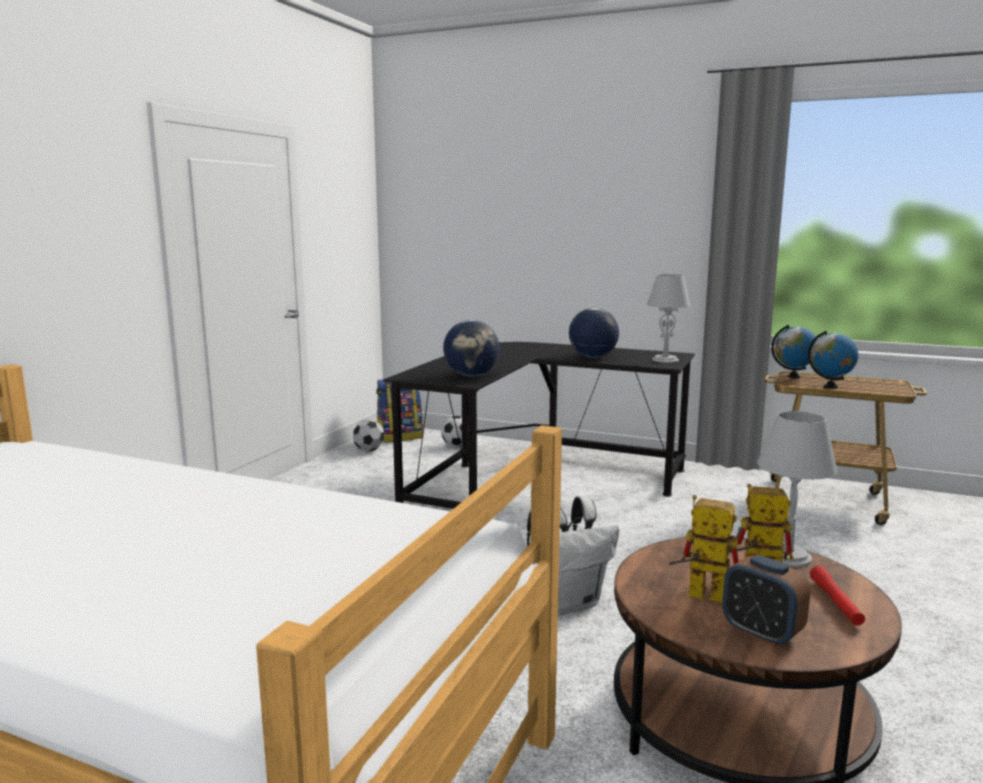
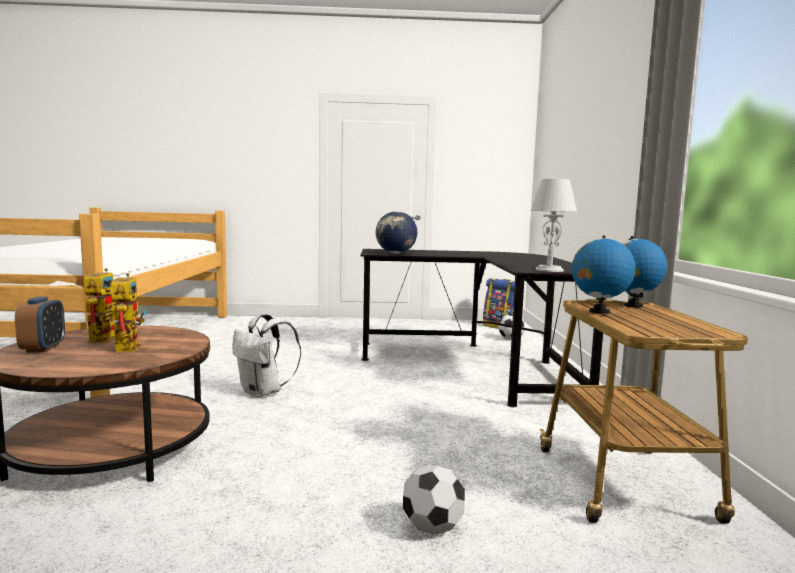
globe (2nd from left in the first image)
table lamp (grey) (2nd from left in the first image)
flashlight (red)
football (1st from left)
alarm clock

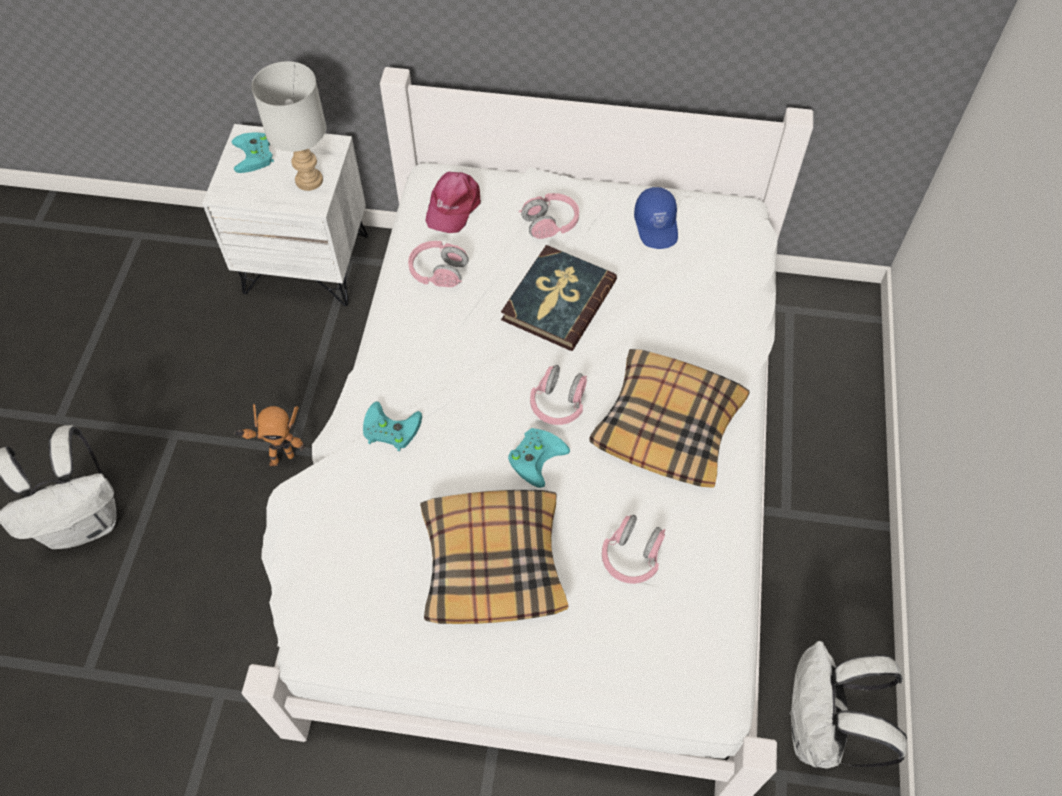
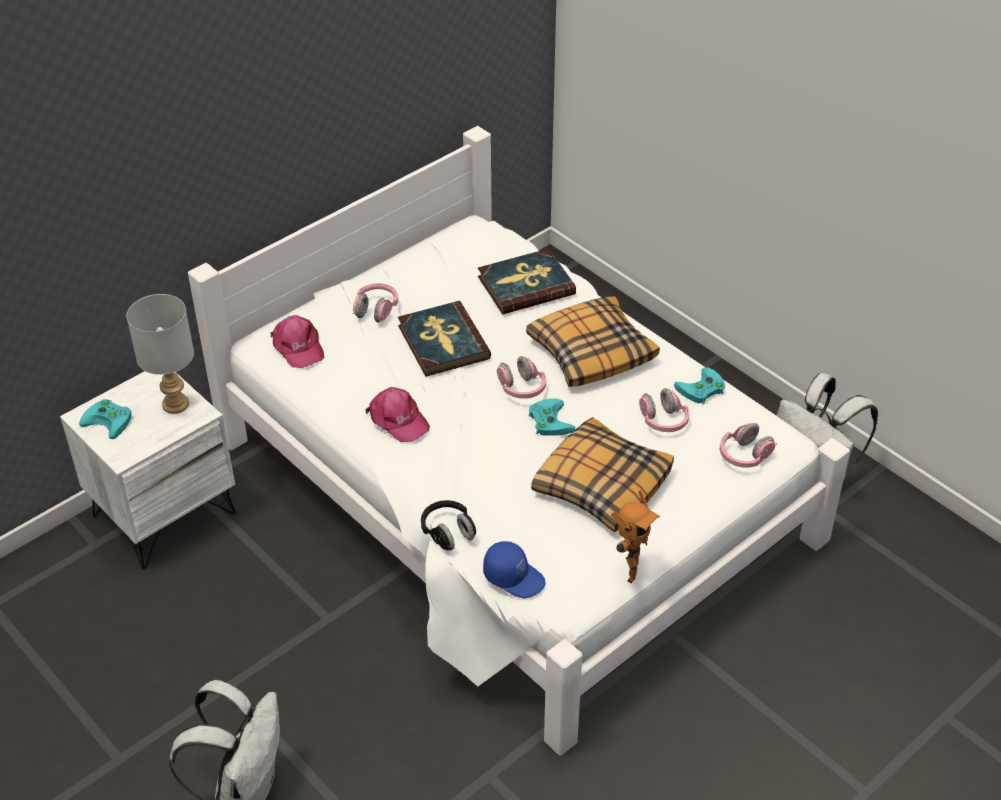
cap (pink) (2nd from left)
headphones (black)
book (2nd from left)
toy robot
game controller (turquoise) (3rd from left)
headphones (pink) (4th from left)
cap (blue)

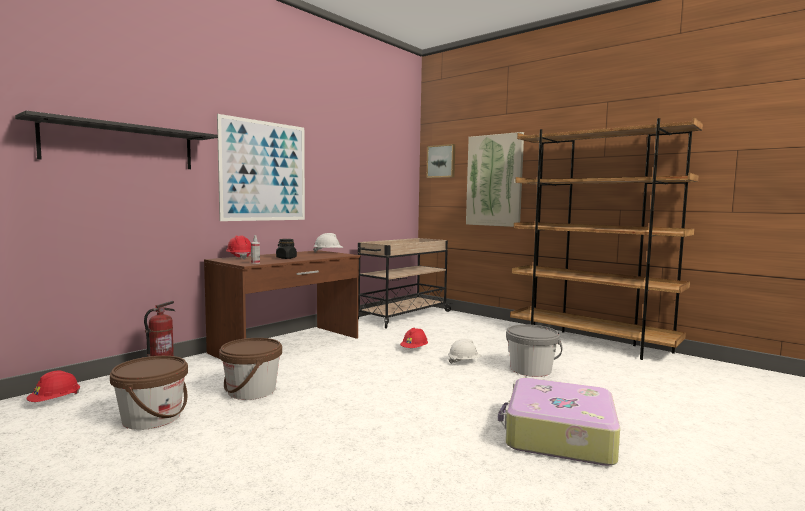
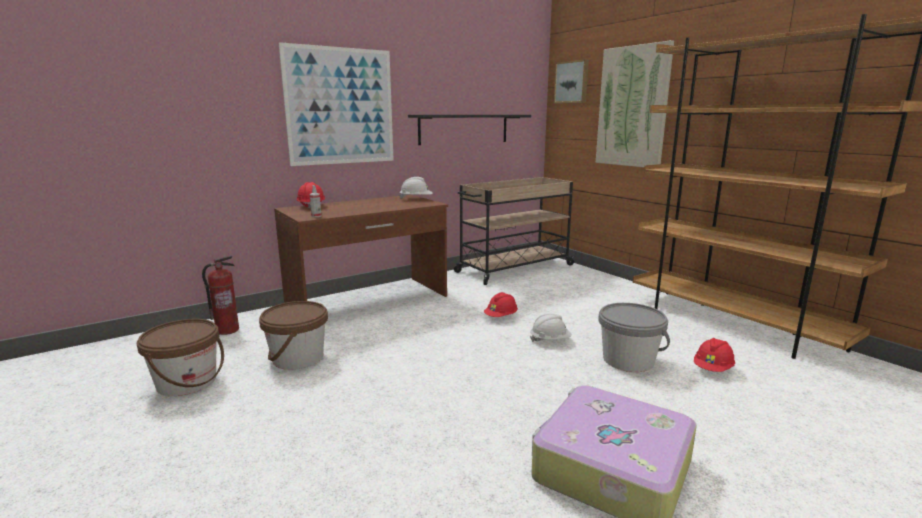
jar (black)
shelf (black)
hard hat (red) (3rd from left)

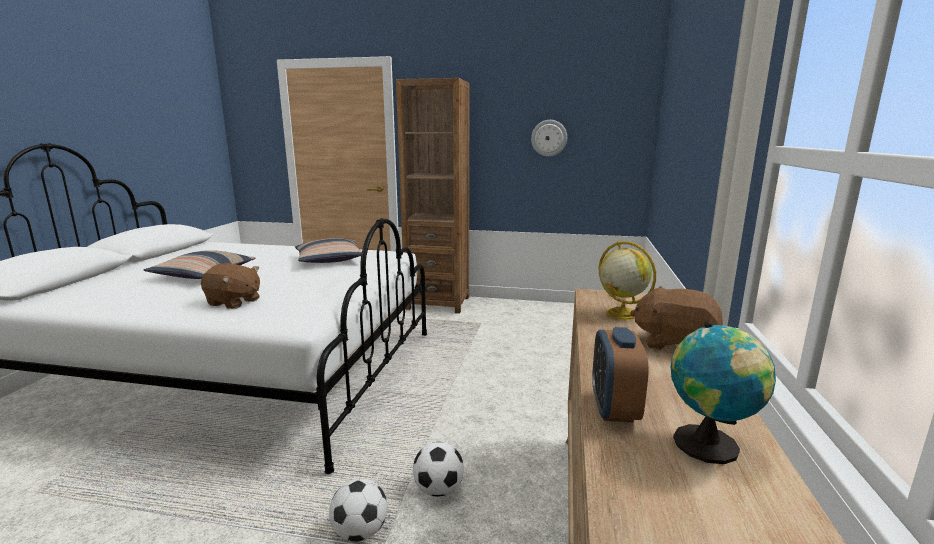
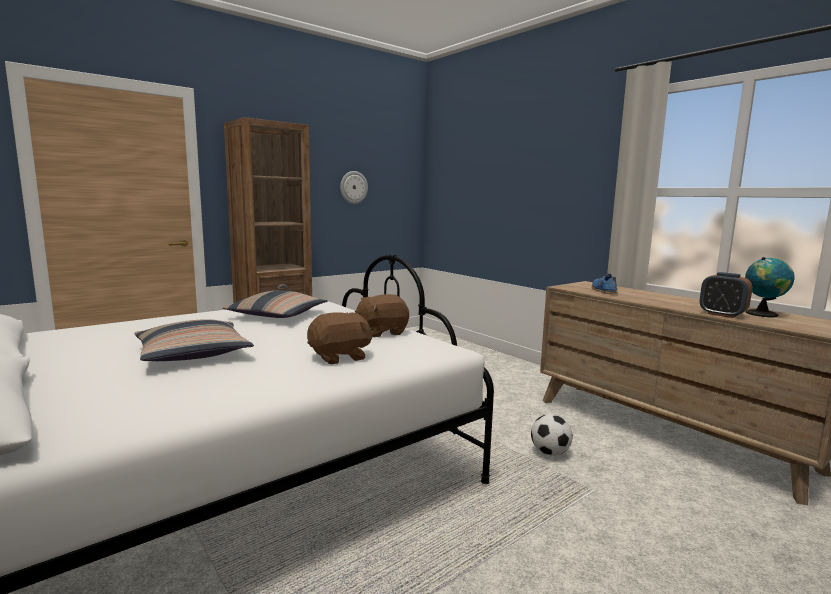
football (1st from left in the first image)
plush toy (brown) (2nd from left)
shoe (blue)

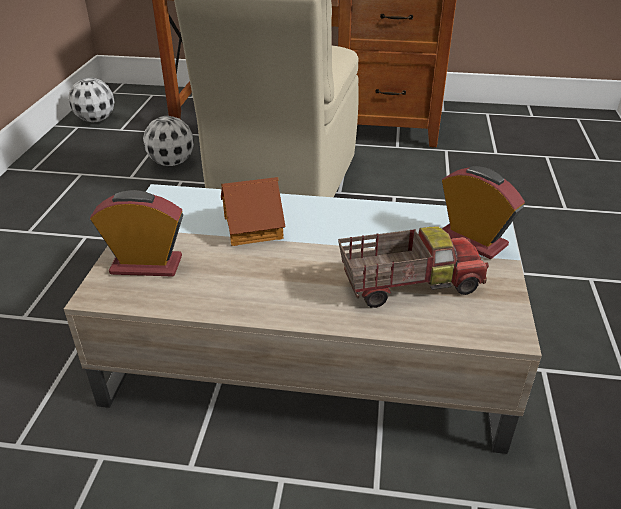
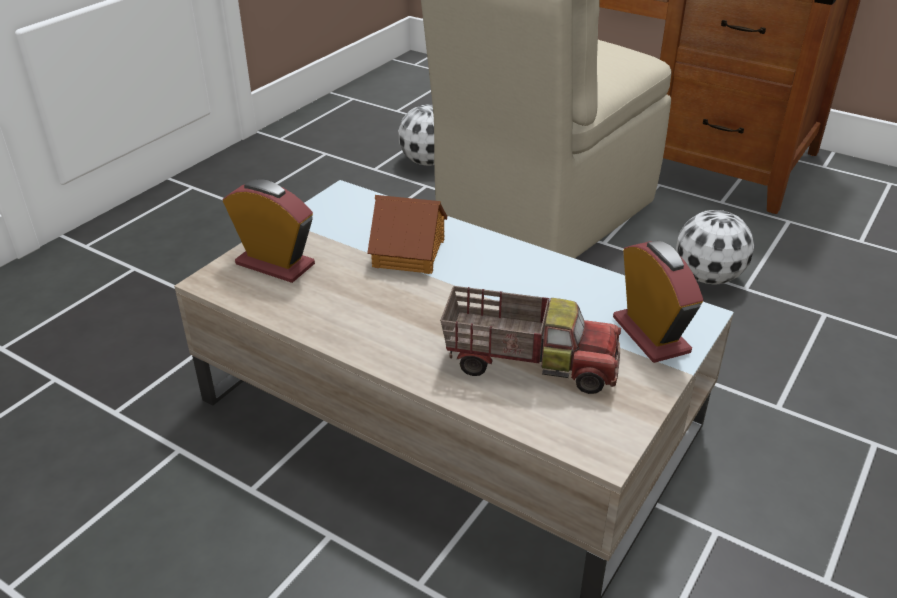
football (2nd from left)

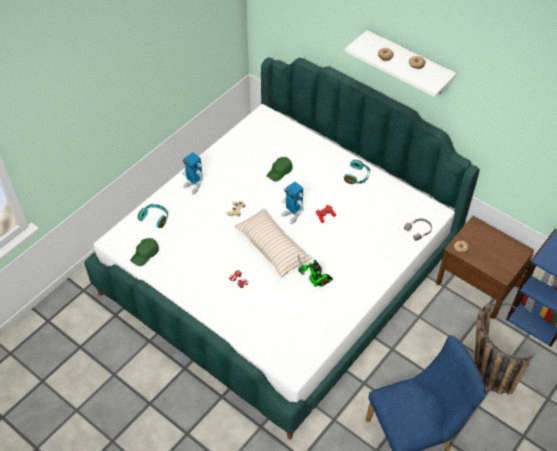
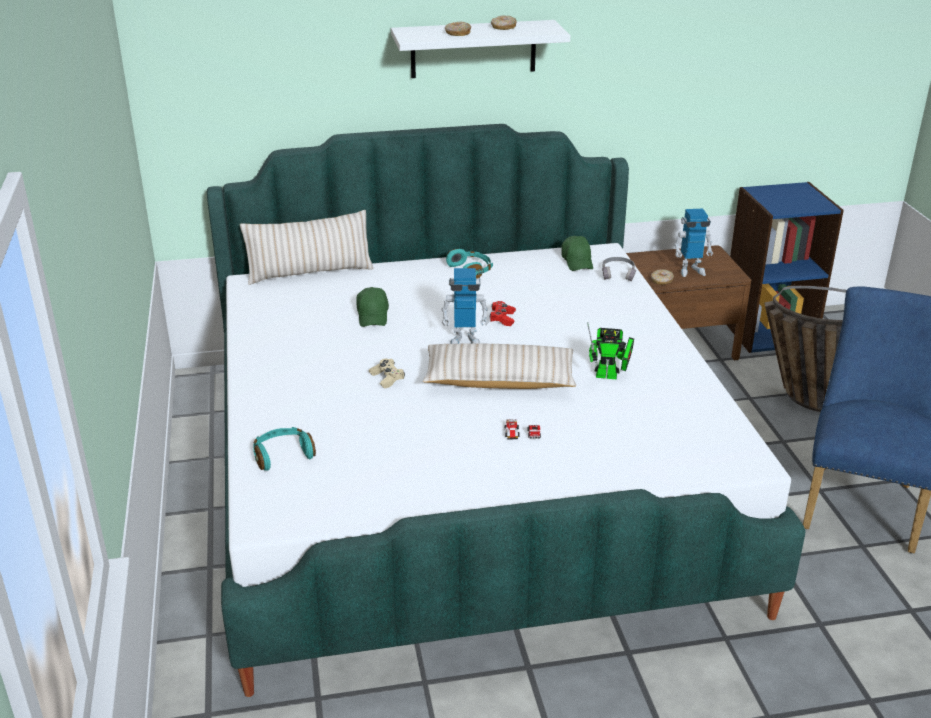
pillow (beige) (1st from left)
cap (green) (2nd from left)
toy robot (3rd from left)

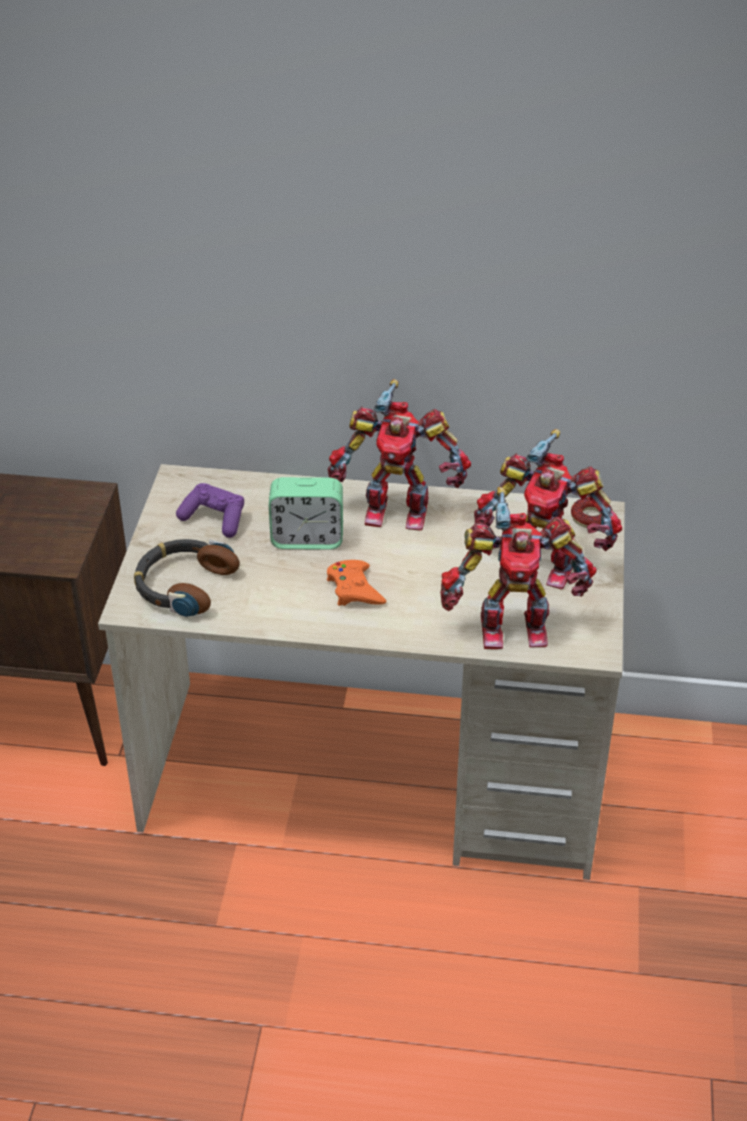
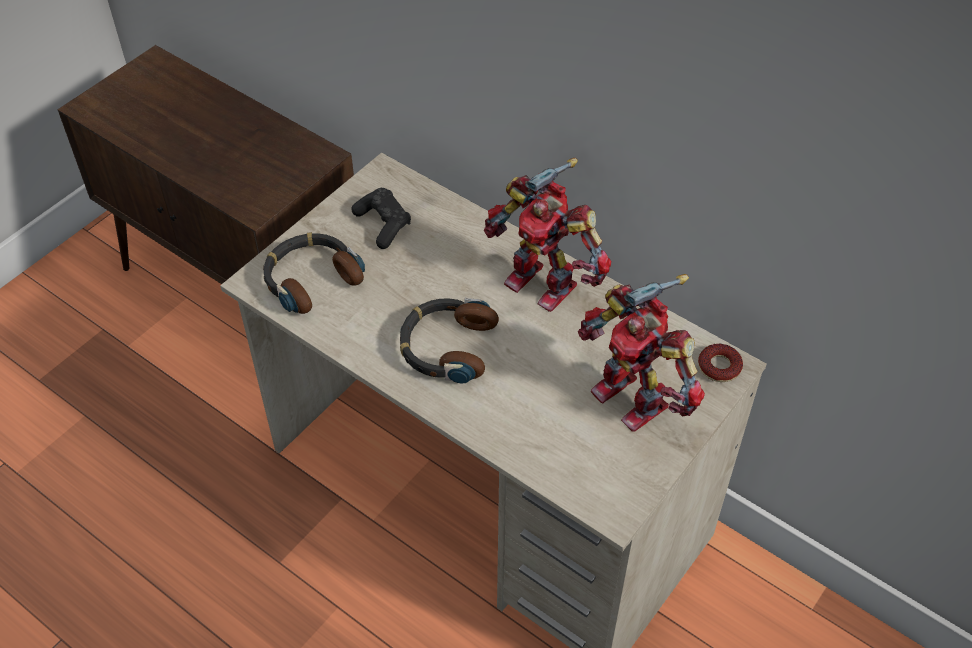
alarm clock
toy robot (2nd from left in the first image)
headphones (2nd from left)
game controller (black)

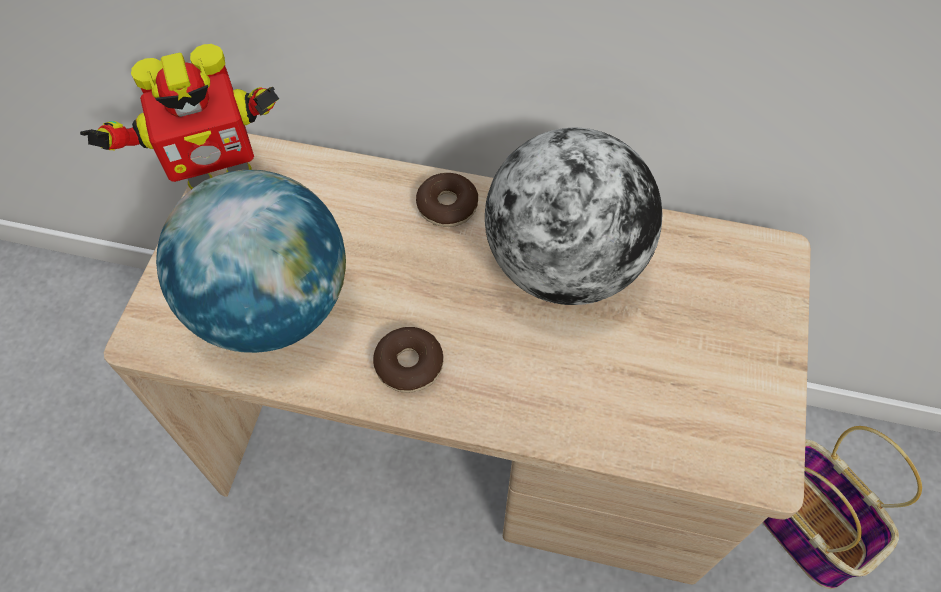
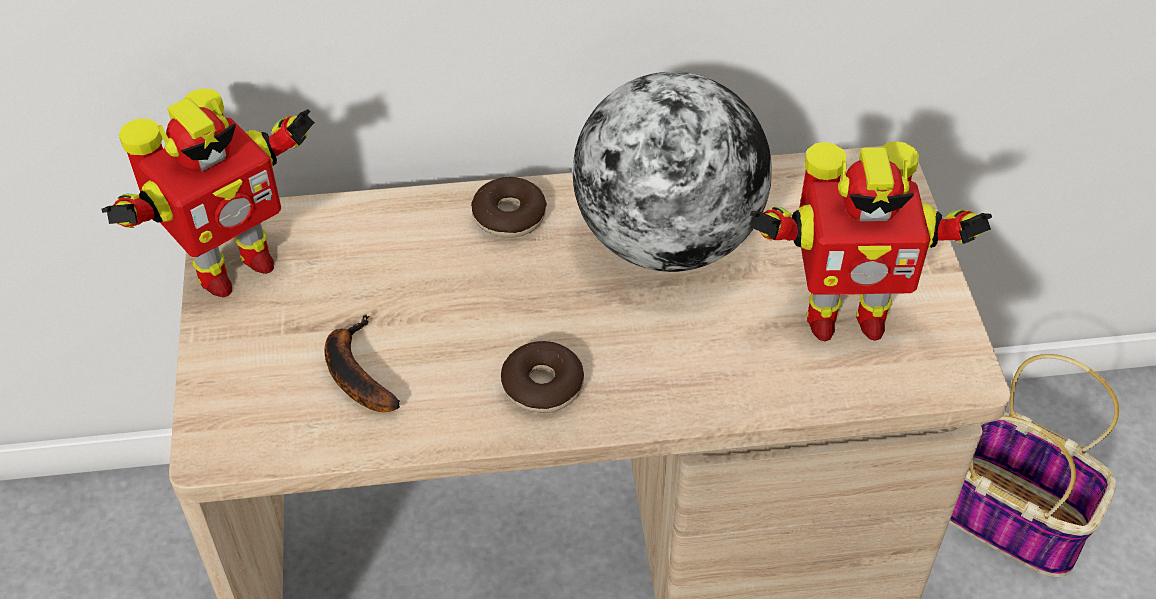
toy robot (2nd from left)
banana

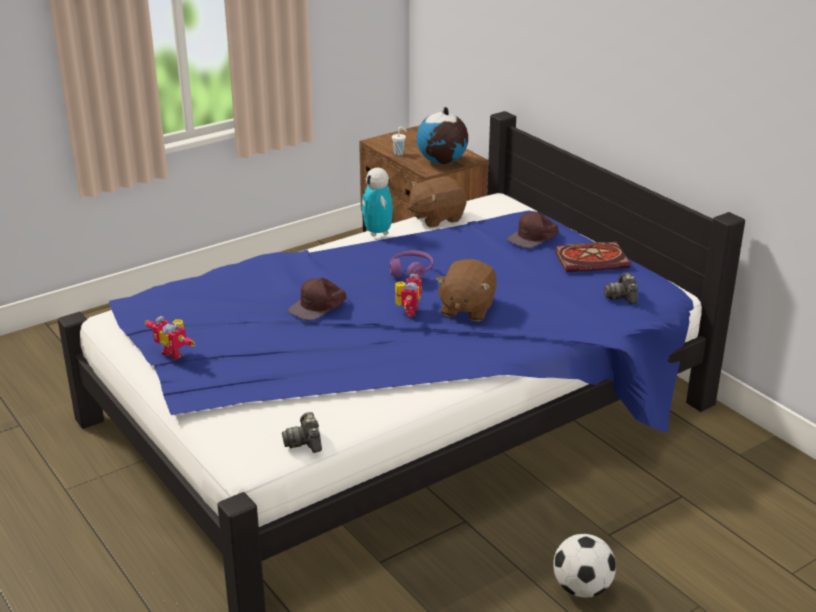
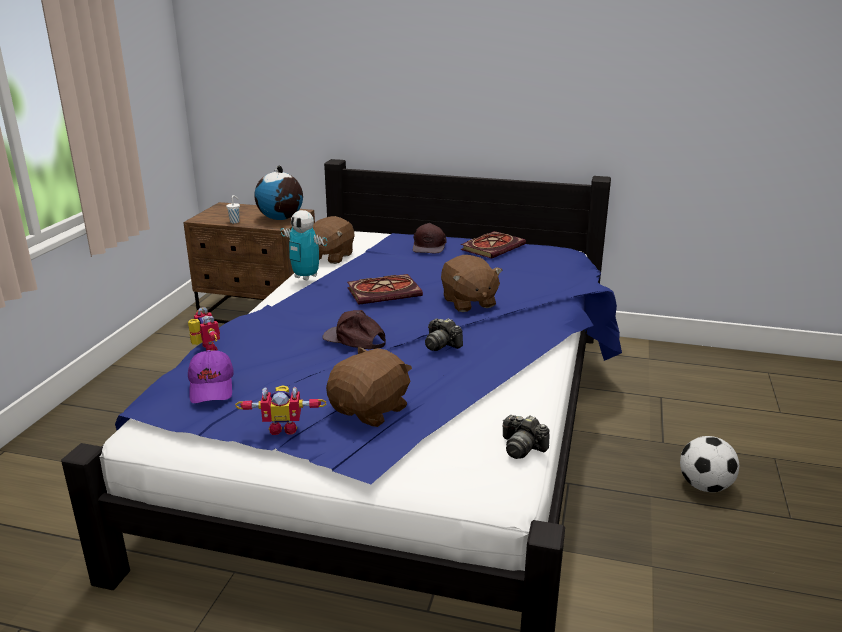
cap (purple)
plush toy (brown) (2nd from left)
toy robot (1st from left)
photo camera (1st from left)
book (1st from left)
cap (brown) (1st from left)

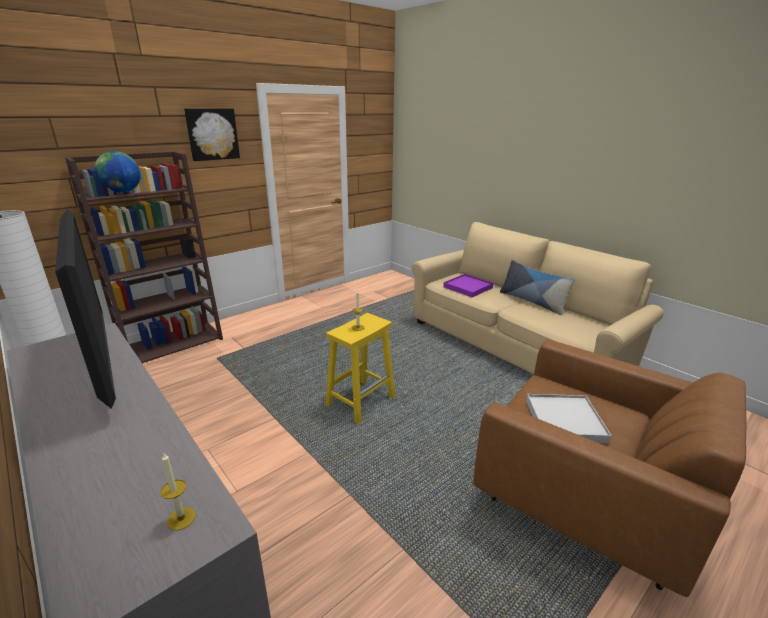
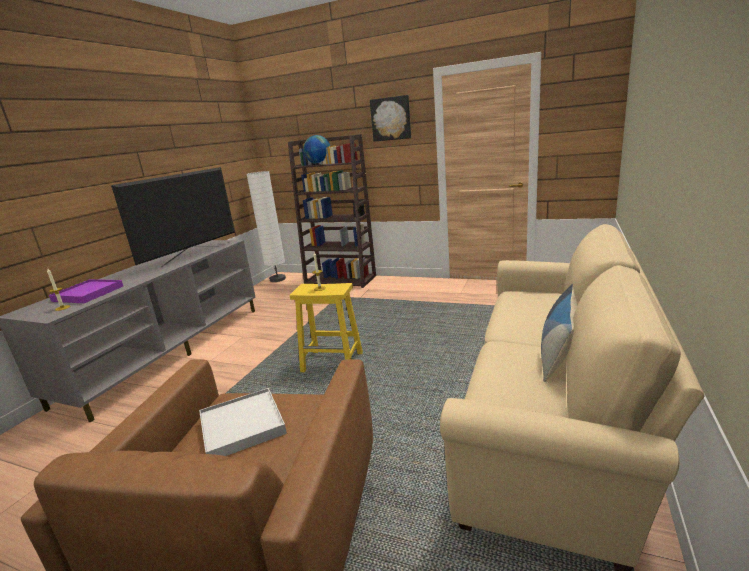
tray (purple)

